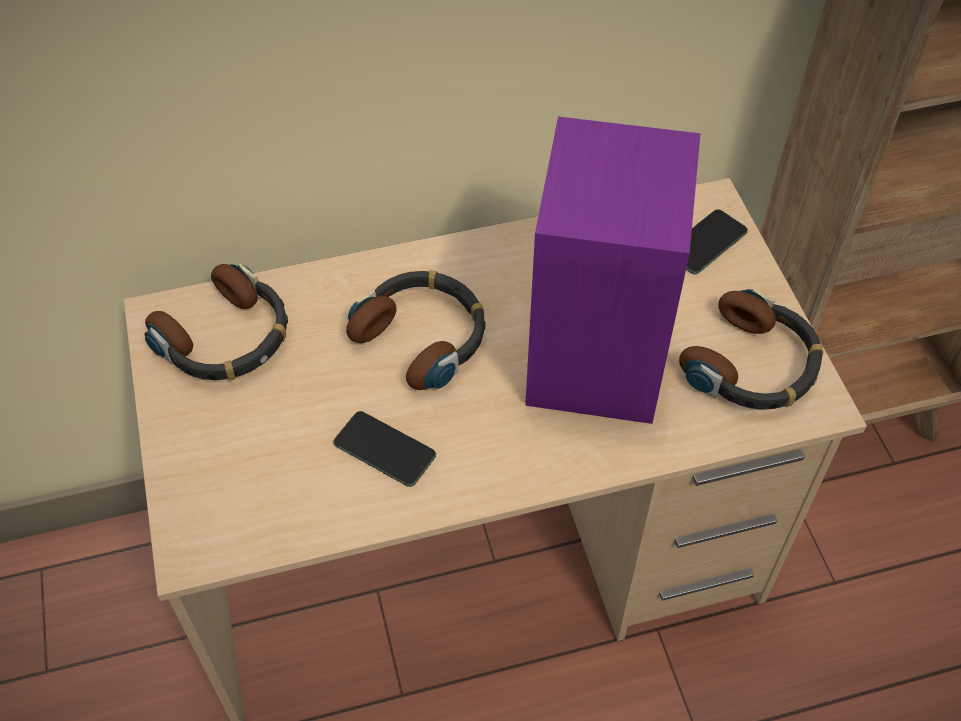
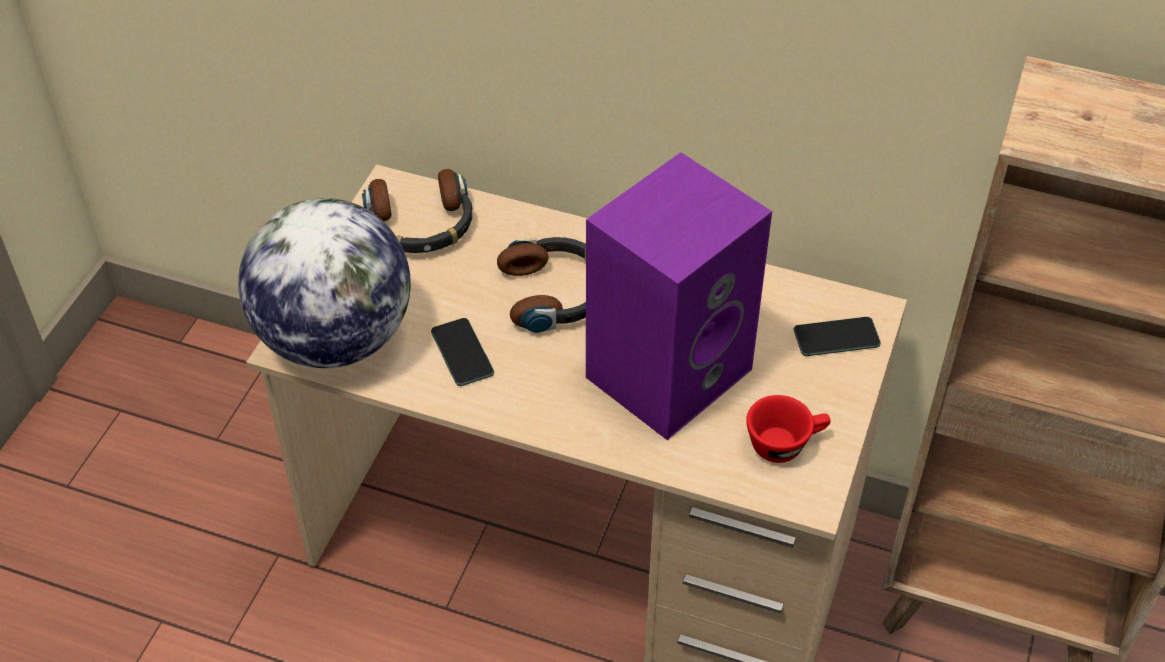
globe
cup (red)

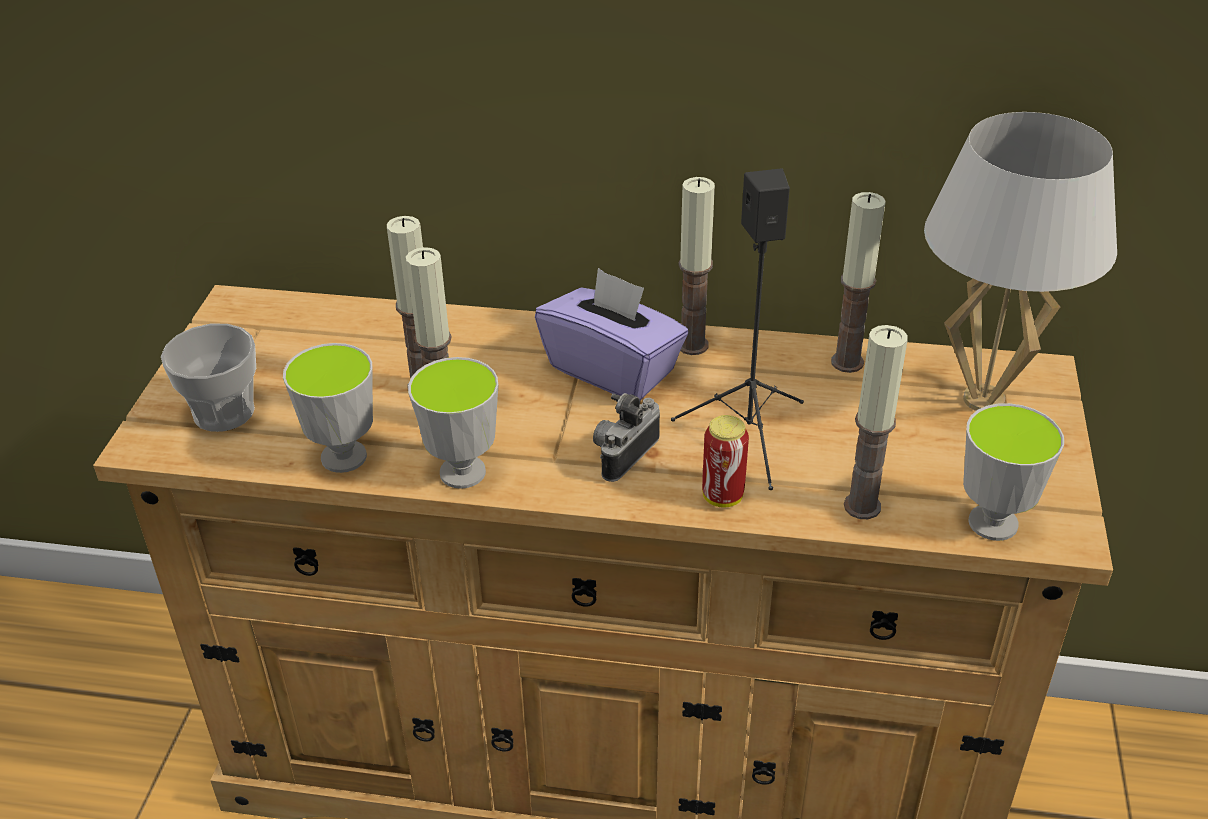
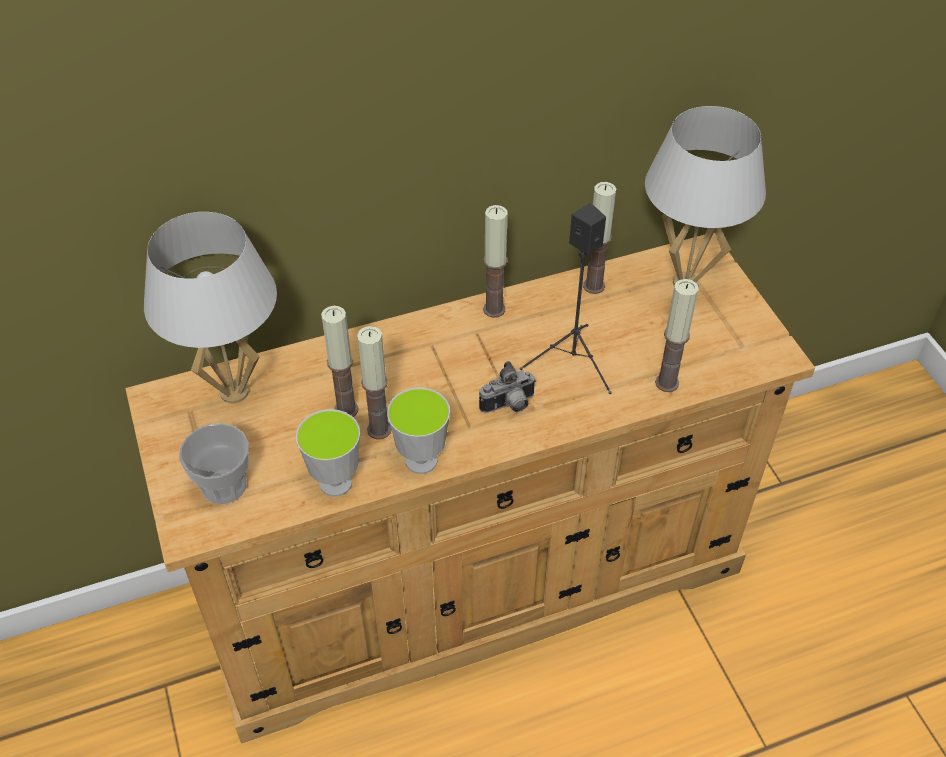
tissue box (purple)
can
cup (4th from left in the first image)
table lamp (white) (1st from left)
photo camera

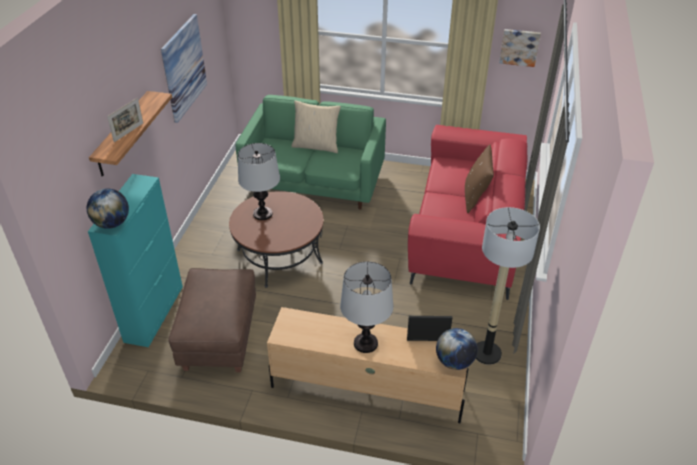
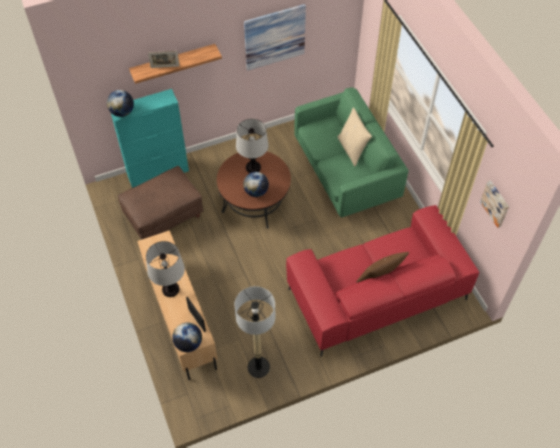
globe (3rd from left)

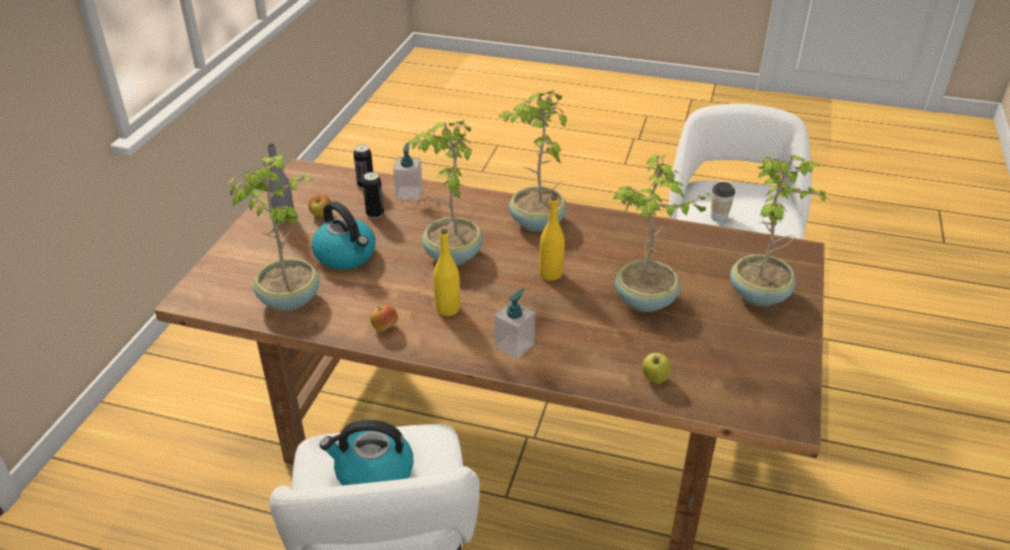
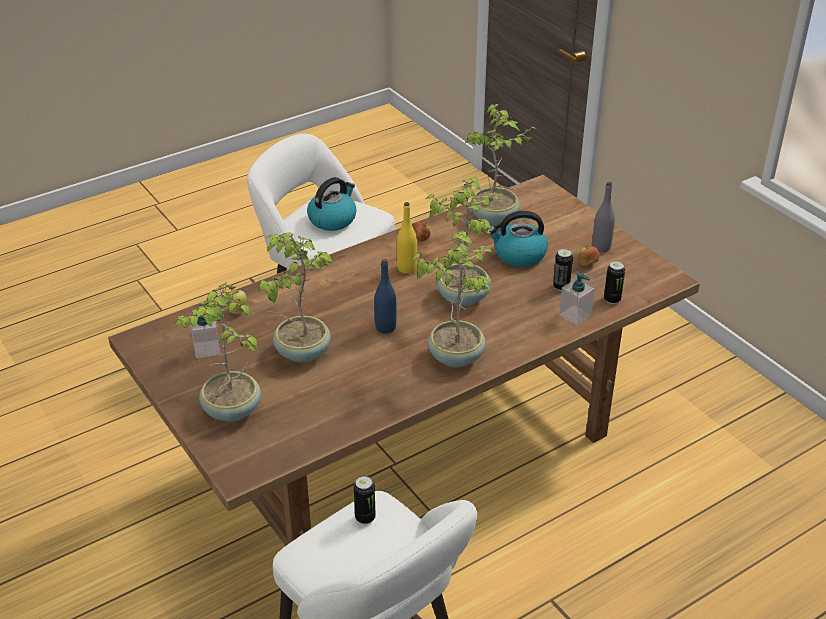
soap dispenser (1st from left)
can (1st from left)
bottle (blue)

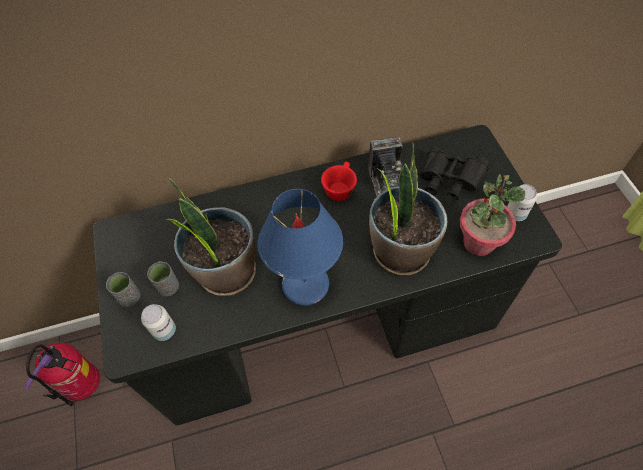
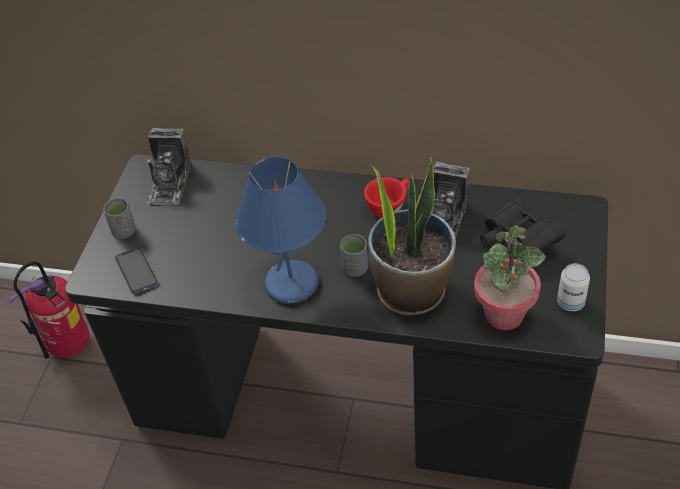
potted plant (1st from left in the first image)
photo camera (1st from left)
cup (grey) (2nd from left)
phone

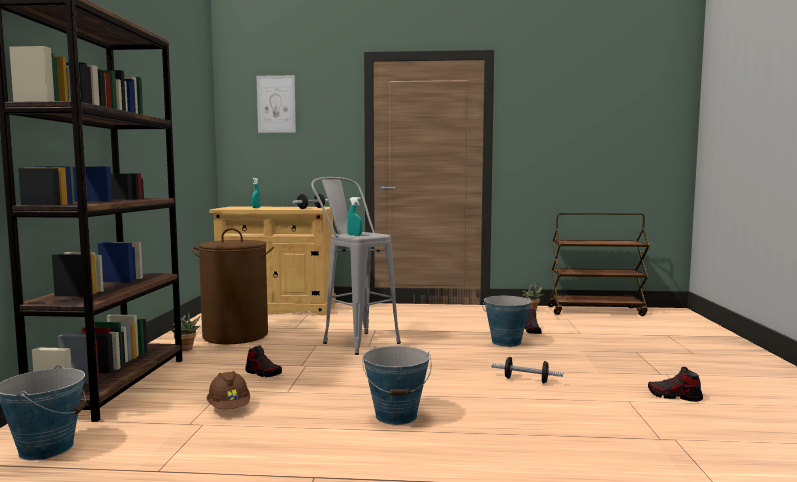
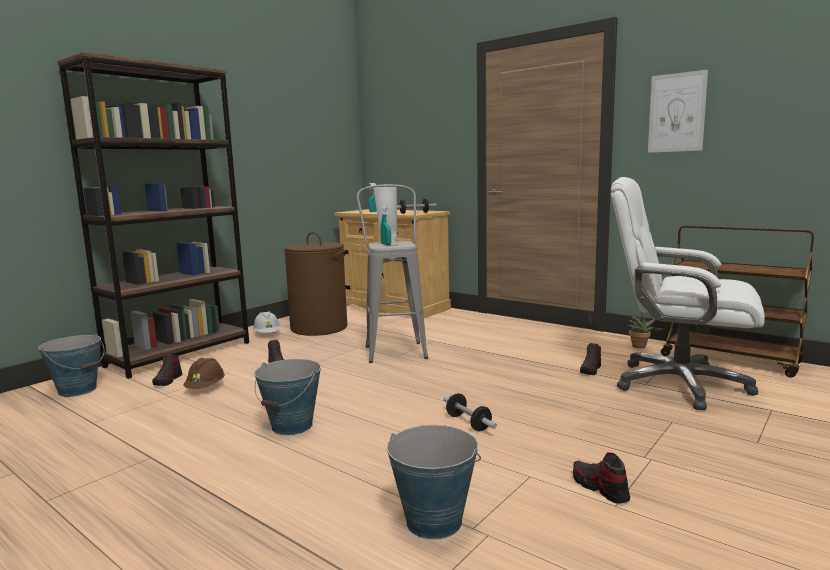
shoe (1st from left)
office chair (white)
picture
bucket (3rd from left)
hard hat (white)

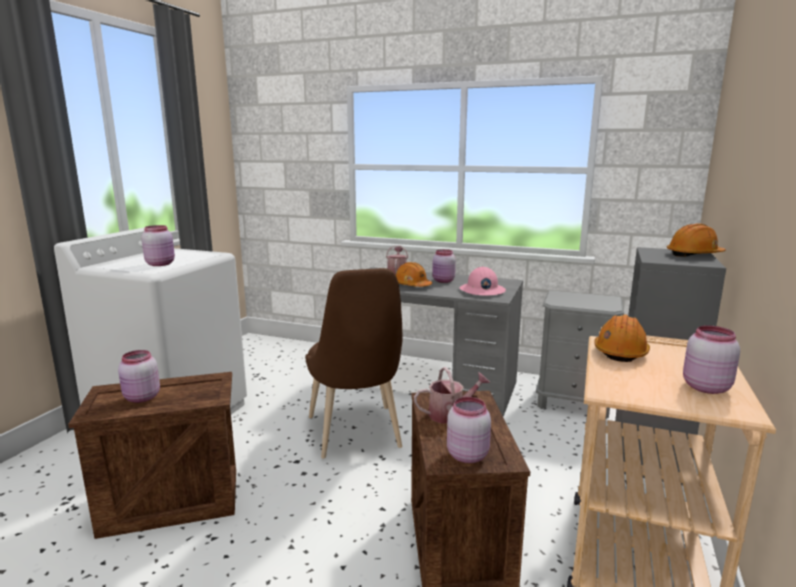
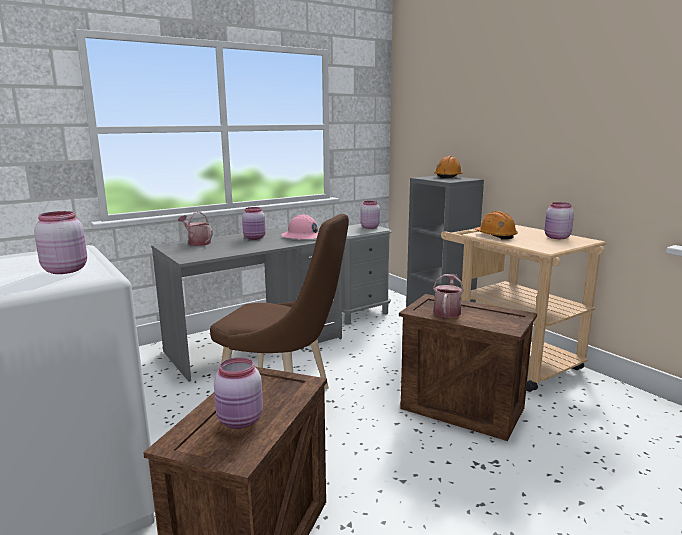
hard hat (orange) (1st from left in the first image)
jar (pink) (4th from left)

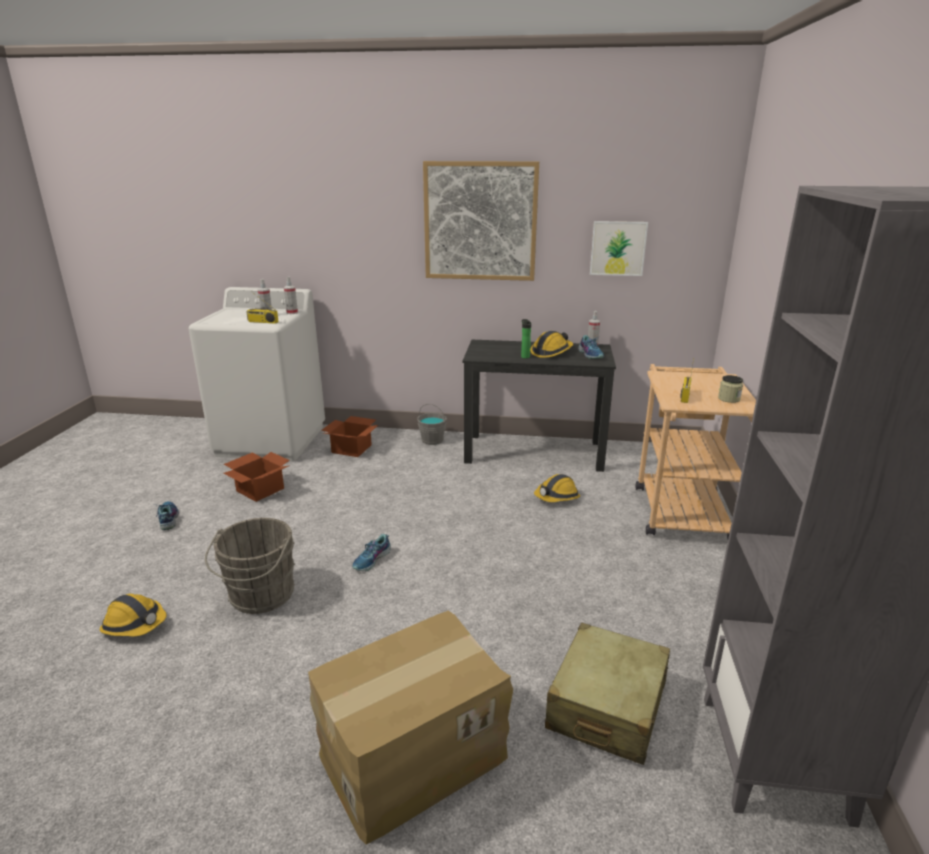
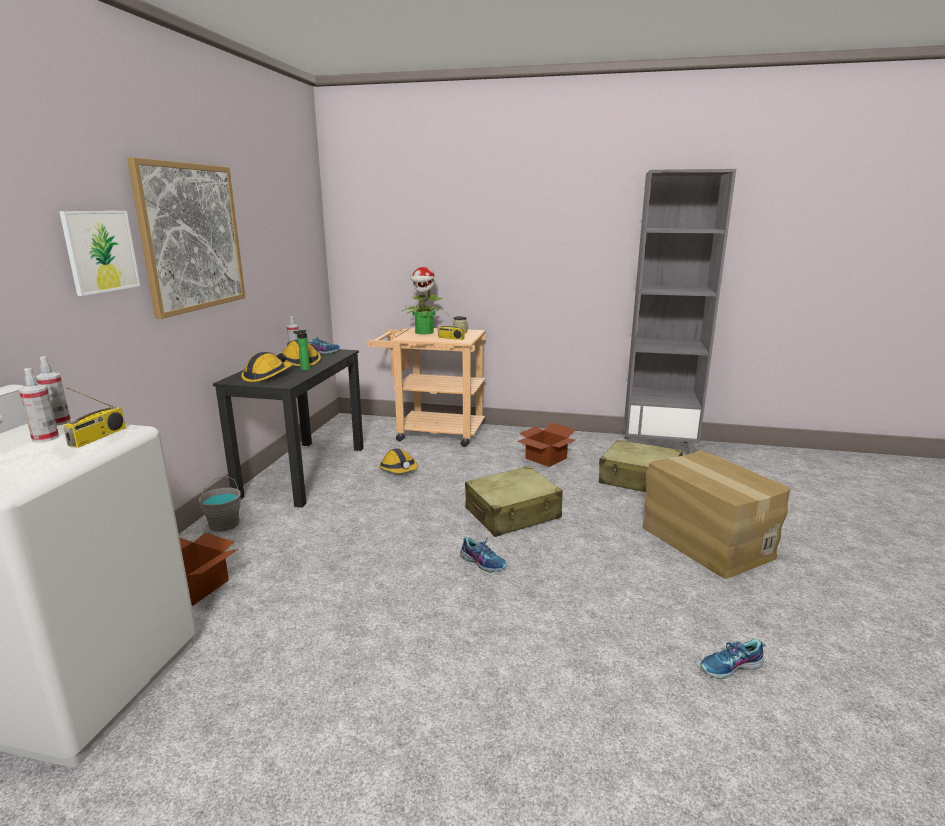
bucket (grey) (1st from left in the first image)
potted plant
suitcase (beige) (1st from left)
hard hat (1st from left)
shoe (3rd from left)
cardboard box (2nd from left)
picture (1st from left)

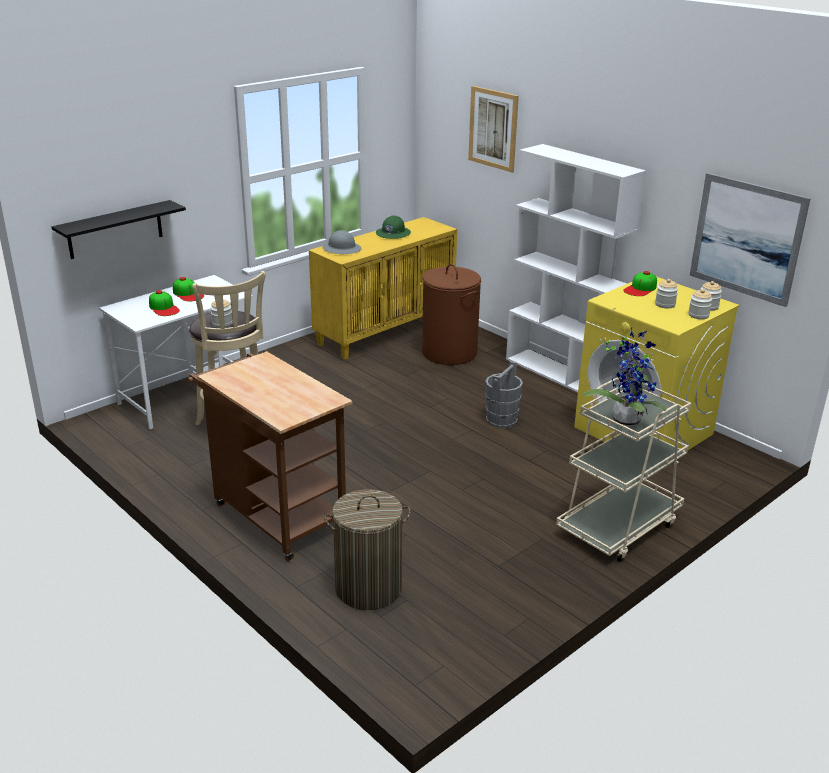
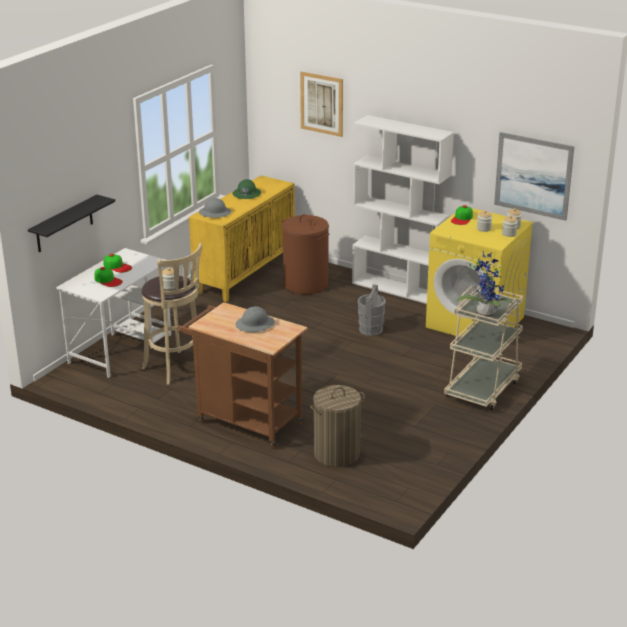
hard hat (grey) (2nd from left)

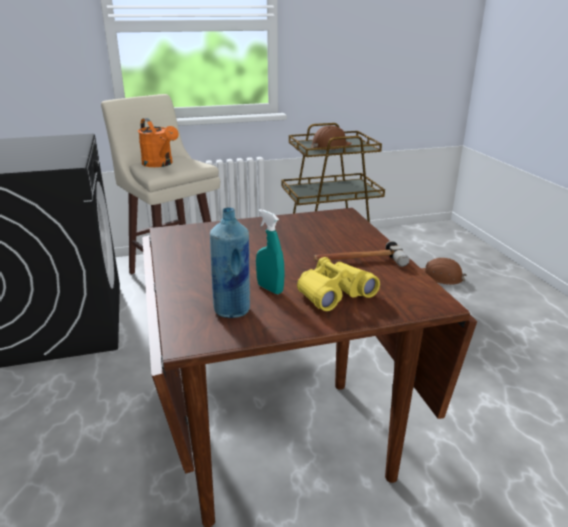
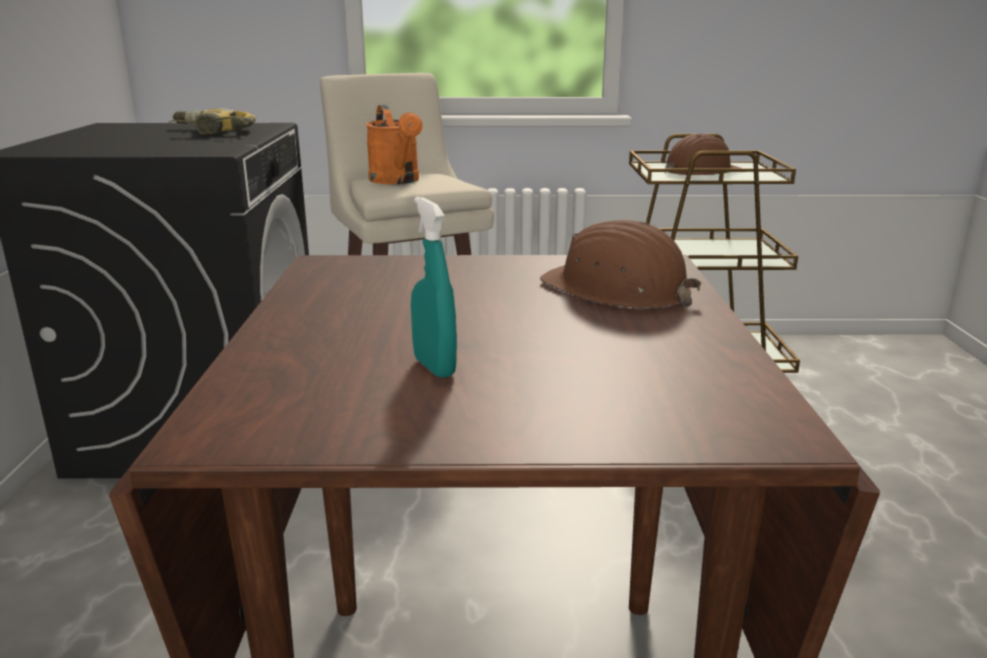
bottle (blue)
binoculars (yellow)
hammer
power drill
hard hat (brown) (1st from left)

